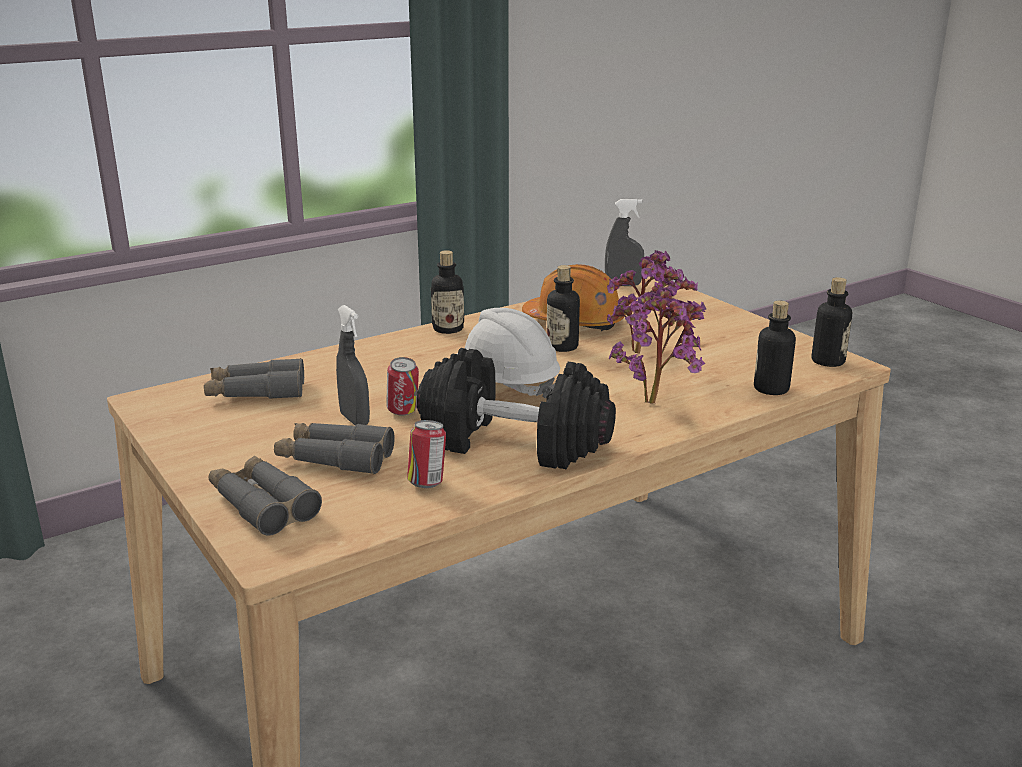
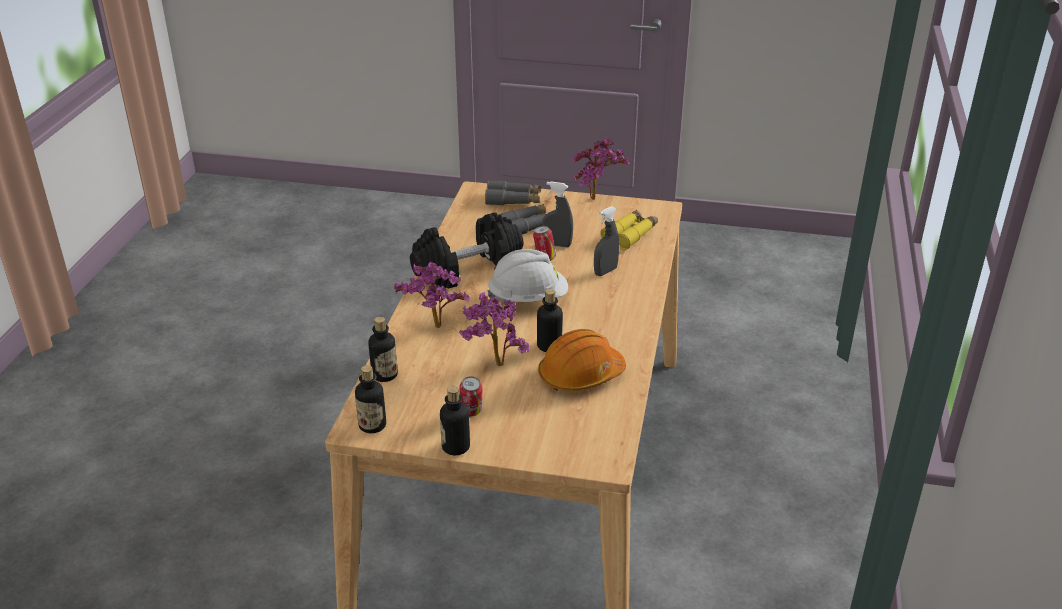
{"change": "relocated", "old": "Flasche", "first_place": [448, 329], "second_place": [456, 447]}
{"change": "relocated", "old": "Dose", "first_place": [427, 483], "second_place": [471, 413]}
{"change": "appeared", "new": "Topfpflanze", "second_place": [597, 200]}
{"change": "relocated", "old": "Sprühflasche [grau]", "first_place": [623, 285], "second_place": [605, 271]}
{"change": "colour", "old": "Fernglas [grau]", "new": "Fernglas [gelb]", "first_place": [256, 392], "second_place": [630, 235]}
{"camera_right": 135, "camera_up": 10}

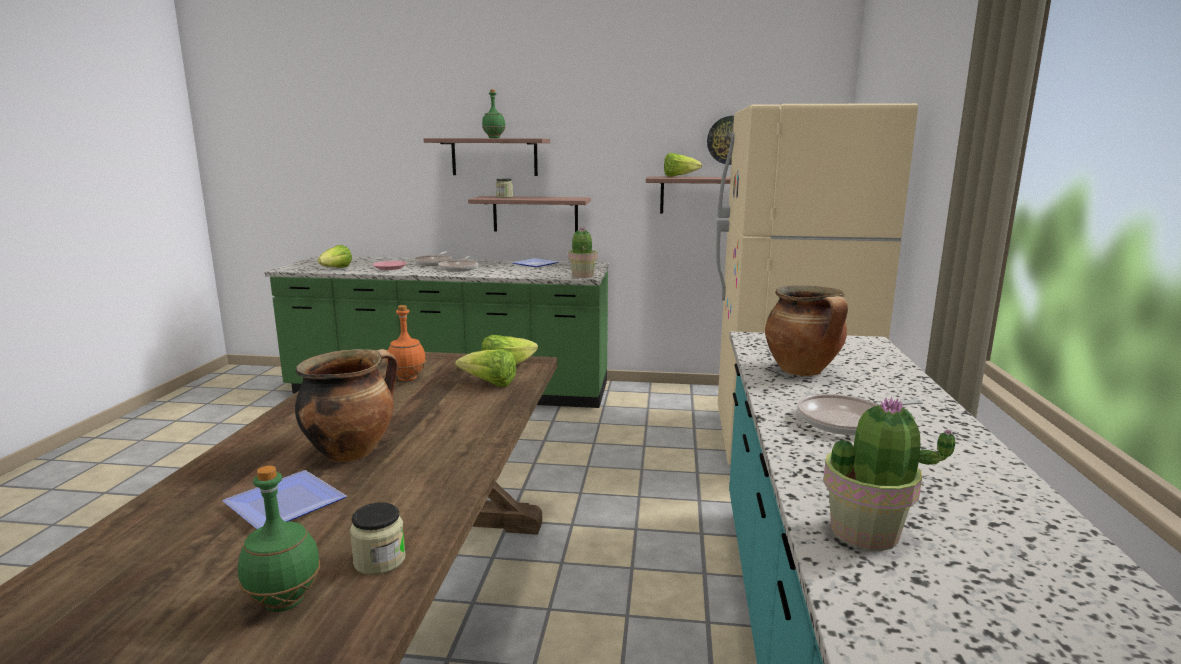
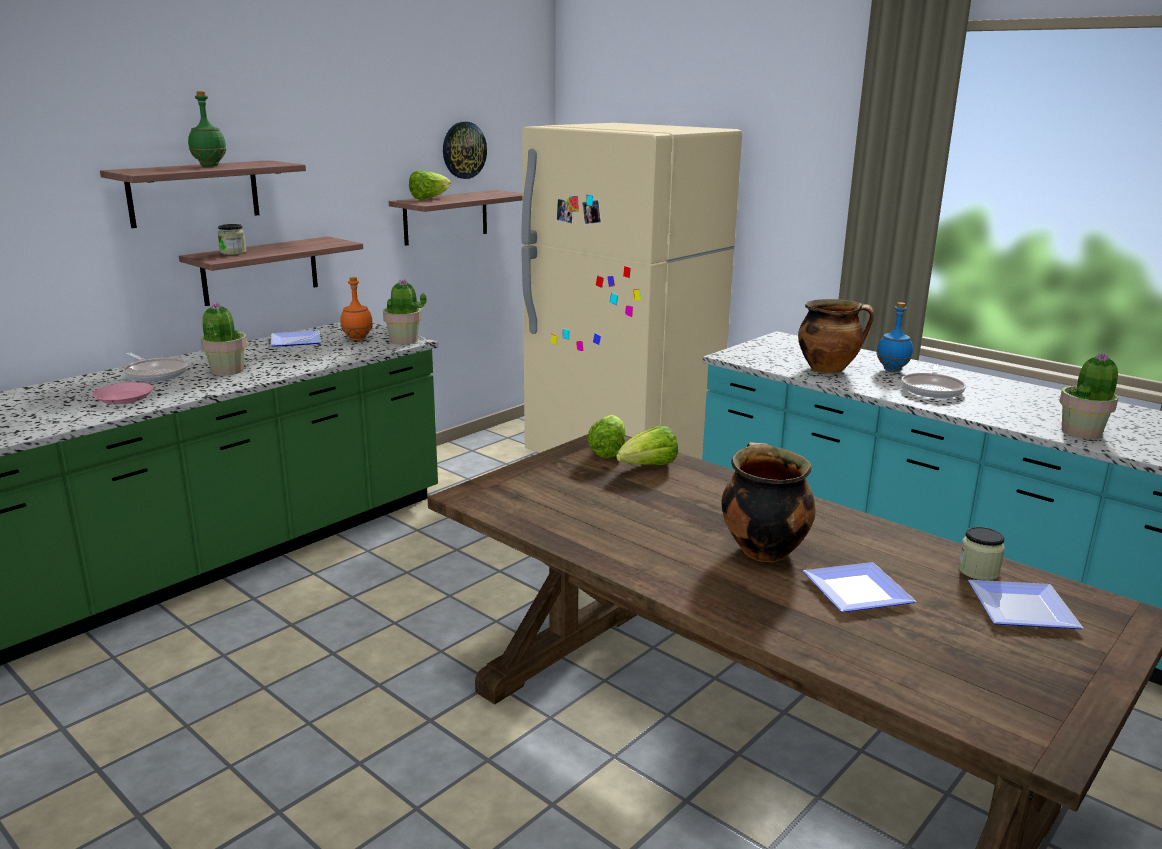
{"change": "exchanged", "old": "Pfanne", "new": "Topfpflanze", "first_place": [459, 268], "second_place": [227, 371]}
{"change": "relocated", "old": "Flasche [orange]", "first_place": [407, 378], "second_place": [357, 339]}
{"change": "appeared", "new": "Flasche [blau]", "second_place": [892, 370]}
{"change": "exchanged", "old": "Flasche [grün]", "new": "Teller", "first_place": [283, 602], "second_place": [1020, 610]}
{"change": "missing", "old": "Salatkopf", "first_place": [336, 269]}
{"camera_right": -55, "camera_up": 5}

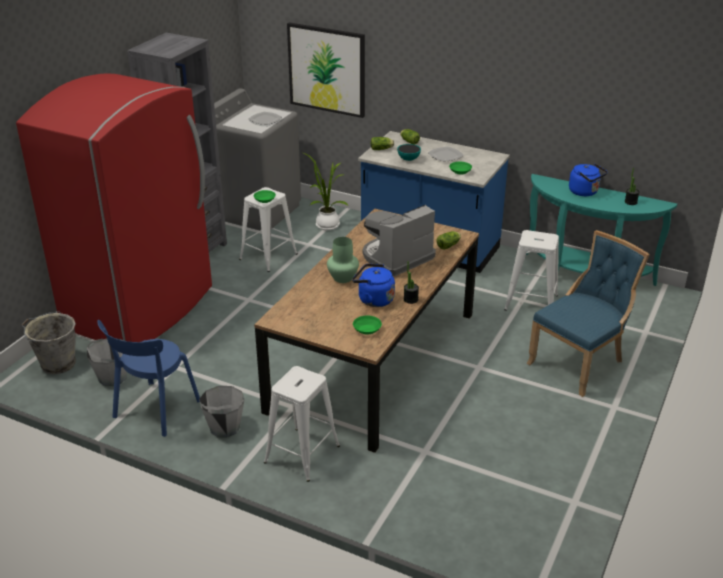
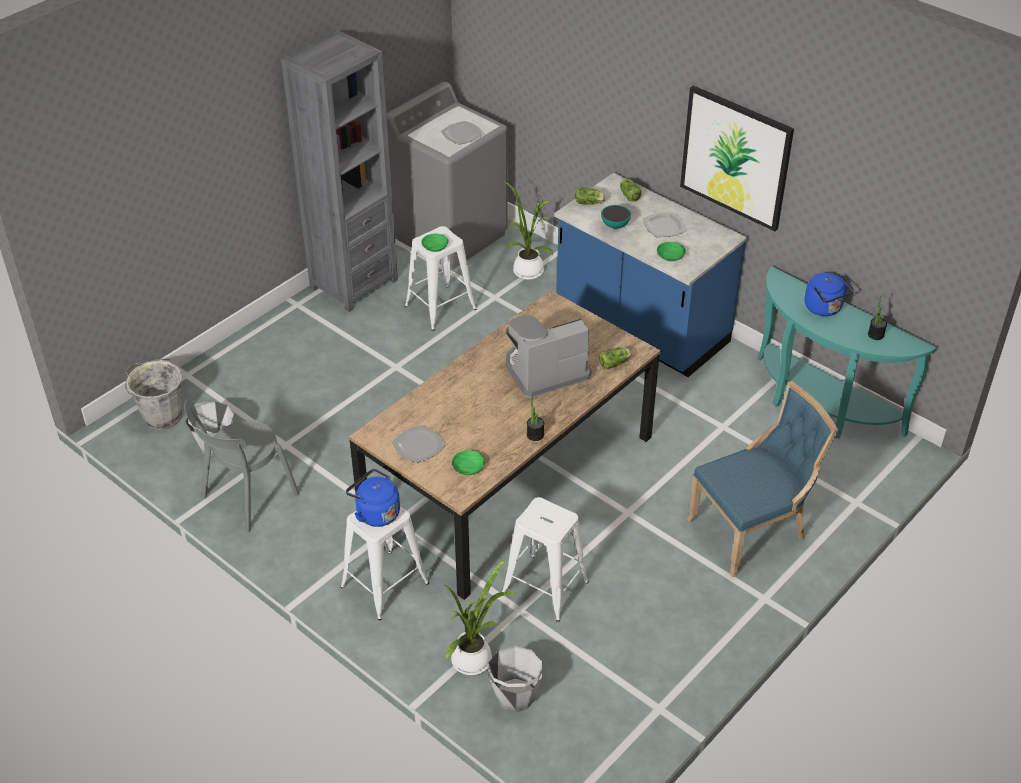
{"change": "colour", "old": "Stuhl [blau]", "new": "Stuhl [grau]", "first_place": [154, 411], "second_place": [246, 498]}
{"change": "relocated", "old": "Wasserkessel [blau]", "first_place": [373, 299], "second_place": [375, 513]}
{"change": "appeared", "new": "Teller", "second_place": [419, 445]}
{"change": "appeared", "new": "Topfpflanze", "second_place": [475, 659]}
{"change": "relocated", "old": "Eimer [grau]", "first_place": [224, 427], "second_place": [515, 696]}
{"change": "relocated", "old": "Hocker [weiß]", "first_place": [531, 303], "second_place": [545, 587]}
{"change": "relocated", "old": "Bild", "first_place": [327, 69], "second_place": [736, 157]}
{"change": "missing", "old": "Kühlschrank [rot]", "first_place": [141, 308]}
{"change": "missing", "old": "Vase [grün]", "first_place": [342, 278]}
{"camera_right": 15, "camera_up": 10}

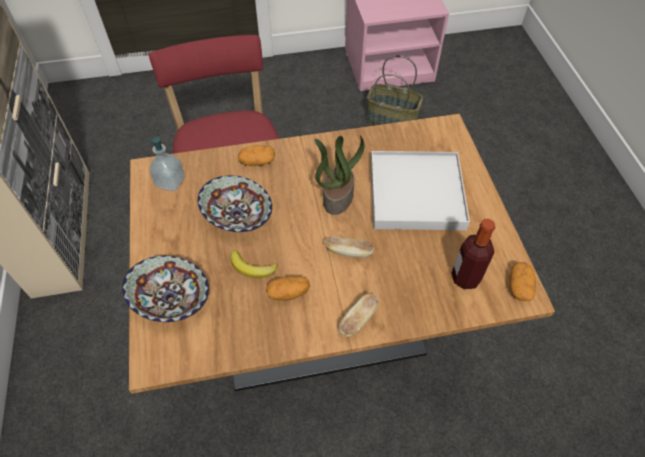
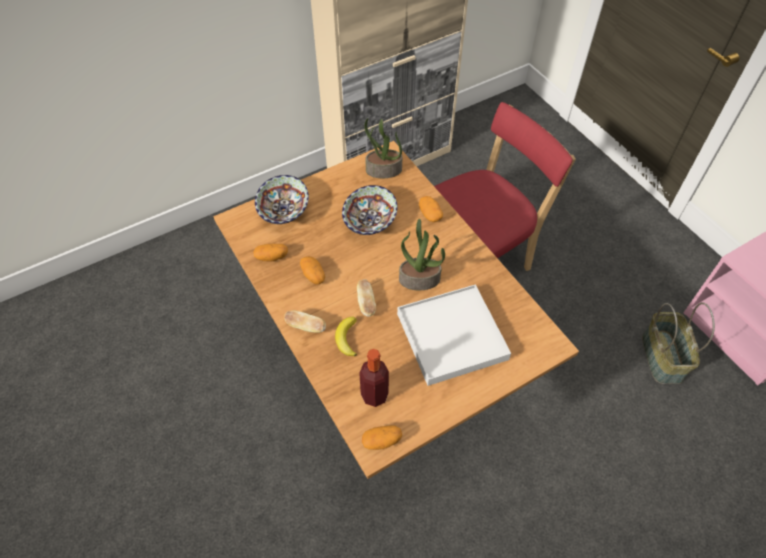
{"change": "appeared", "new": "Kartoffel", "second_place": [272, 257]}
{"change": "relocated", "old": "Banane", "first_place": [252, 267], "second_place": [346, 338]}
{"change": "exchanged", "old": "Seifenspender", "new": "Topfpflanze", "first_place": [170, 182], "second_place": [383, 170]}
{"camera_right": 70, "camera_up": 0}

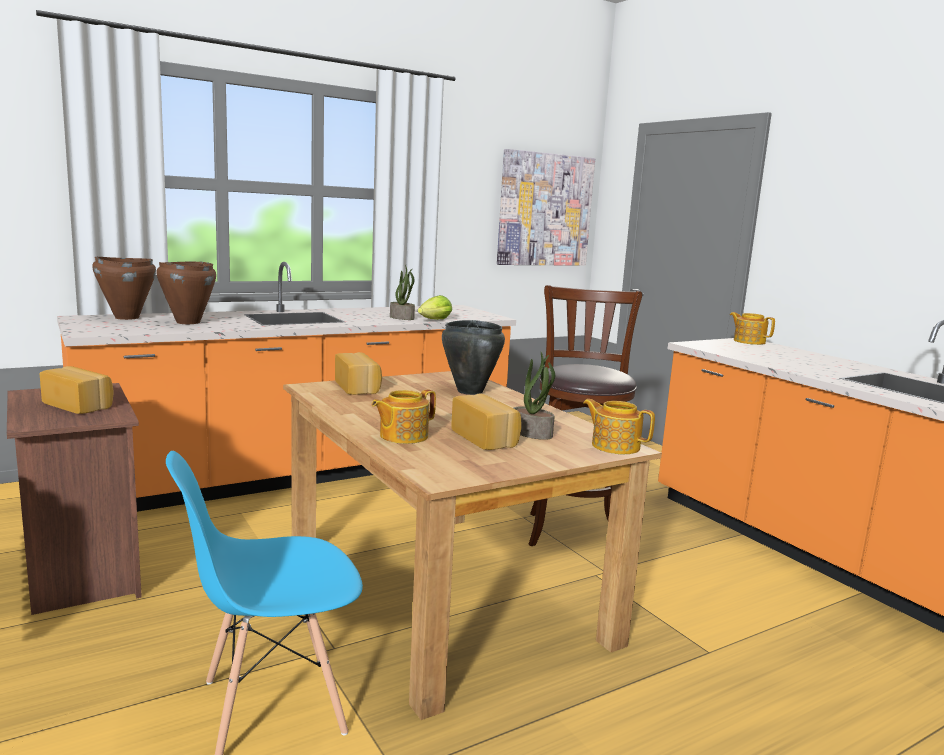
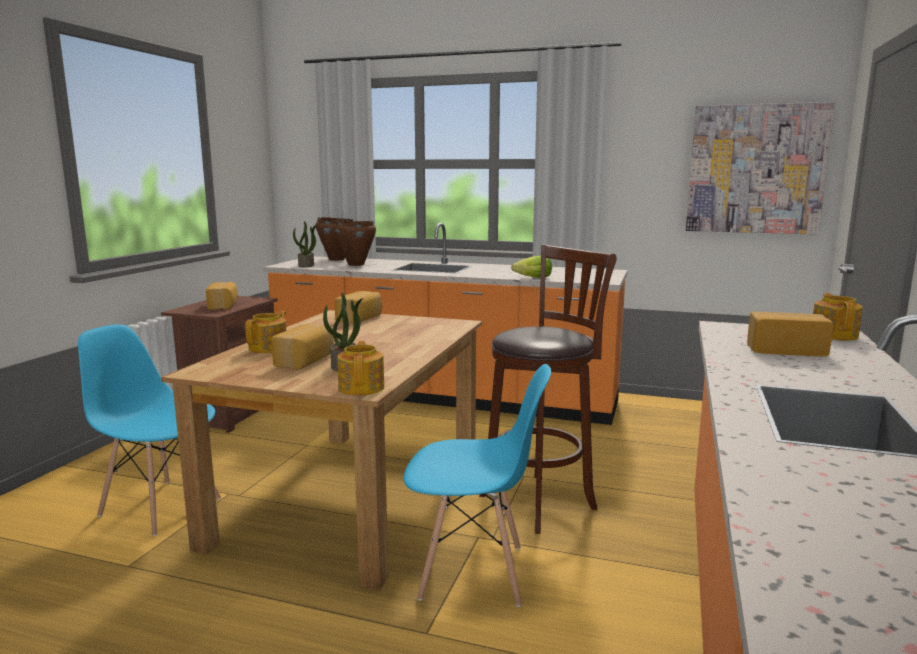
{"change": "spun", "old": "Teekanne", "first_place": [402, 436], "second_place": [269, 348], "degrees": 105}
{"change": "relocated", "old": "Topfpflanze", "first_place": [402, 318], "second_place": [306, 265]}
{"change": "appeared", "new": "Stuhl [blau]", "second_place": [473, 573]}
{"change": "appeared", "new": "Brot", "second_place": [785, 350]}
{"change": "missing", "old": "Kochtopf [schwarz]", "first_place": [469, 391]}
{"camera_right": 50, "camera_up": 0}

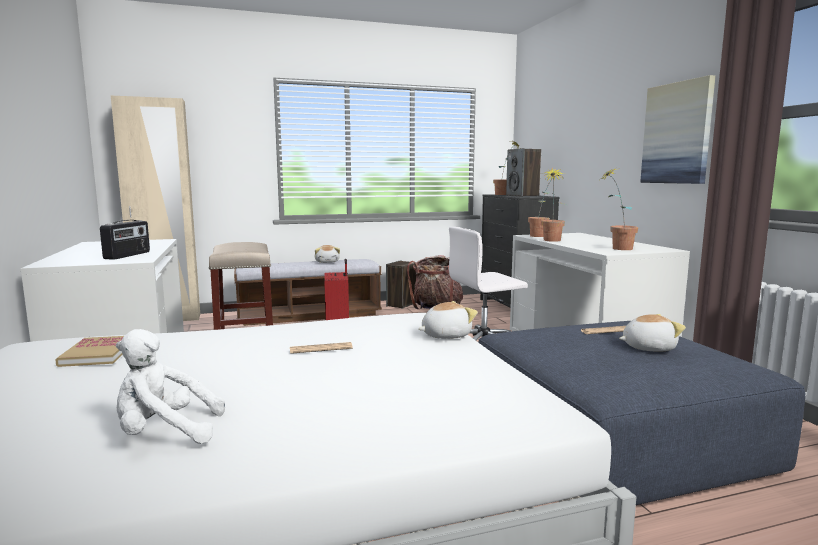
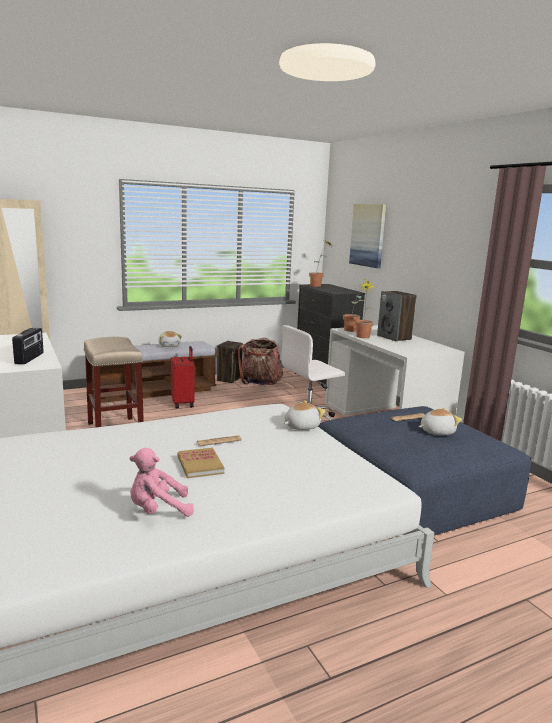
{"change": "colour", "old": "Plüschtier [weiß]", "new": "Plüschtier [rosa]", "first_place": [165, 433], "second_place": [158, 510]}
{"change": "relocated", "old": "Buch", "first_place": [98, 354], "second_place": [200, 465]}
{"change": "relocated", "old": "Bild", "first_place": [677, 133], "second_place": [368, 235]}
{"change": "relocated", "old": "Lautsprecher", "first_place": [522, 195], "second_place": [394, 337]}
{"change": "missing", "old": "Topfpflanze", "first_place": [616, 249]}
{"camera_right": -10, "camera_up": 5}

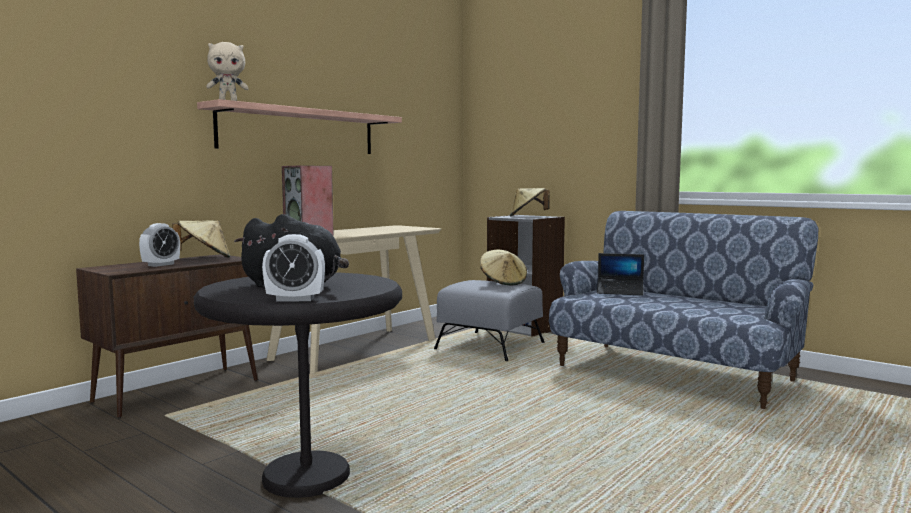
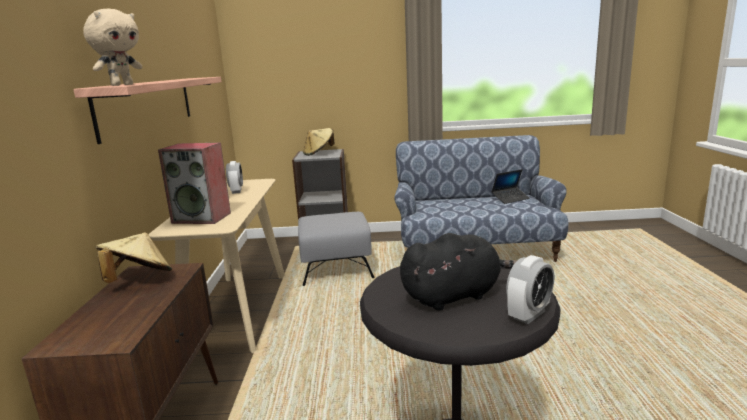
{"change": "relocated", "old": "Wecker", "first_place": [161, 265], "second_place": [236, 191]}
{"change": "relocated", "old": "Laptop", "first_place": [620, 292], "second_place": [510, 199]}
{"change": "missing", "old": "Hut [beige]", "first_place": [503, 282]}
{"camera_right": -40, "camera_up": 10}

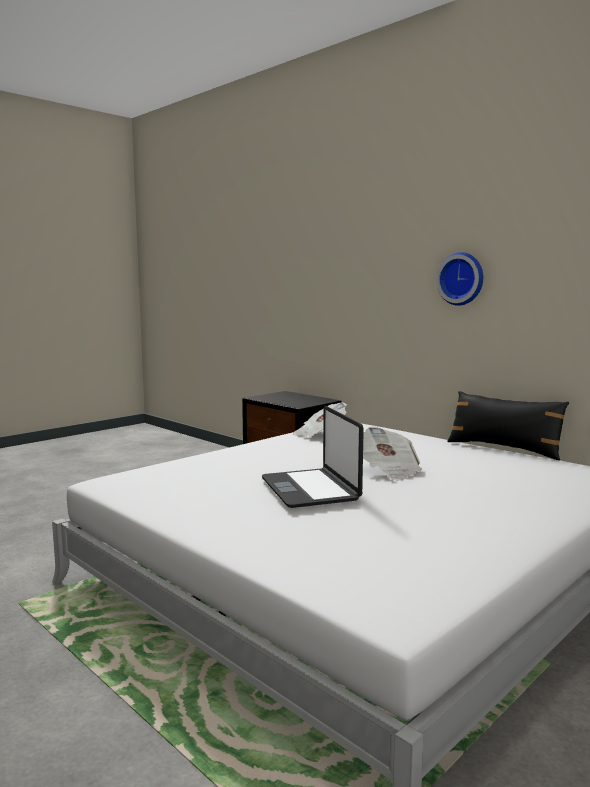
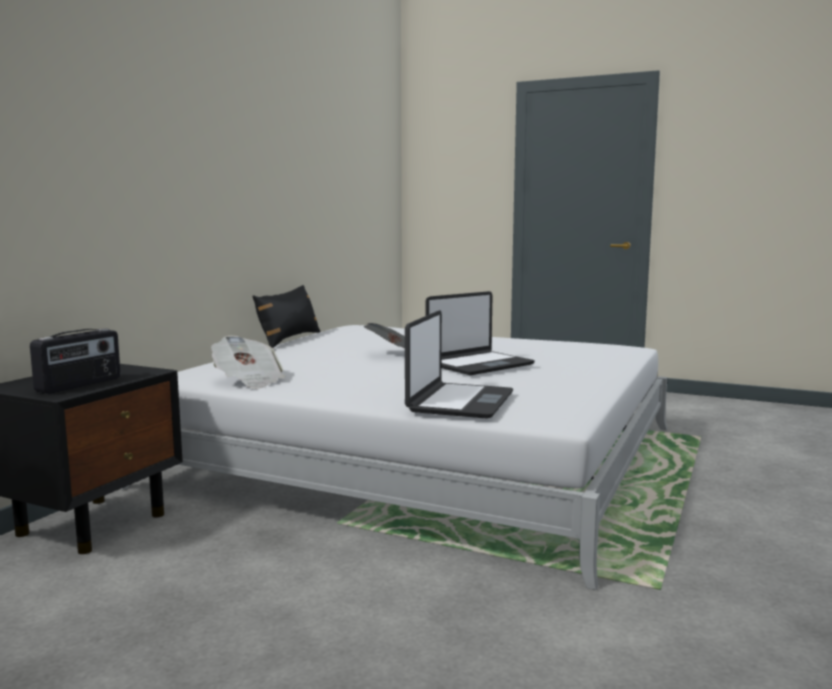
{"change": "appeared", "new": "Radio", "second_place": [80, 385]}
{"change": "appeared", "new": "Laptop", "second_place": [459, 402]}
{"change": "missing", "old": "Wanduhr", "first_place": [461, 279]}
{"camera_right": -110, "camera_up": 0}

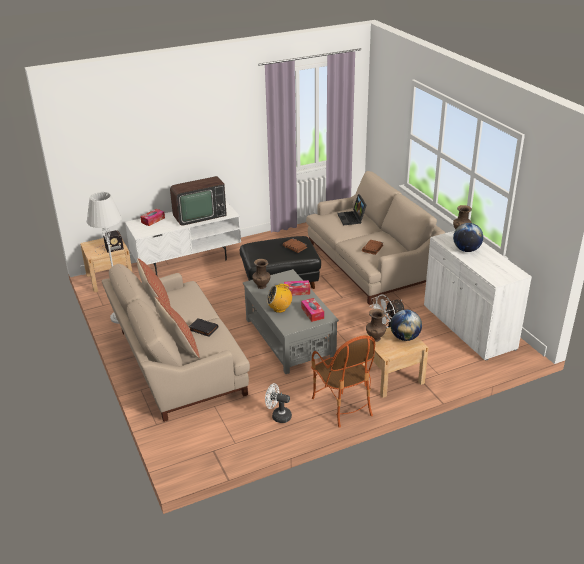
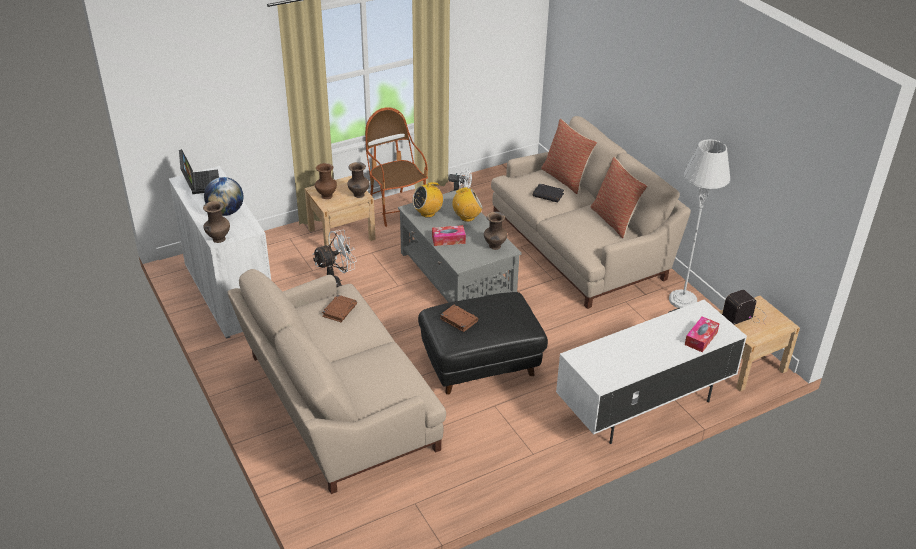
{"change": "relocated", "old": "Laptop", "first_place": [352, 218], "second_place": [200, 182]}
{"change": "exchanged", "old": "Globus", "new": "Vase [braun]", "first_place": [405, 337], "second_place": [326, 196]}
{"change": "exchanged", "old": "Taschentuchbox", "new": "Radio", "first_place": [312, 313], "second_place": [428, 213]}
{"change": "missing", "old": "Fernseher", "first_place": [198, 215]}
{"camera_right": 175, "camera_up": 5}

